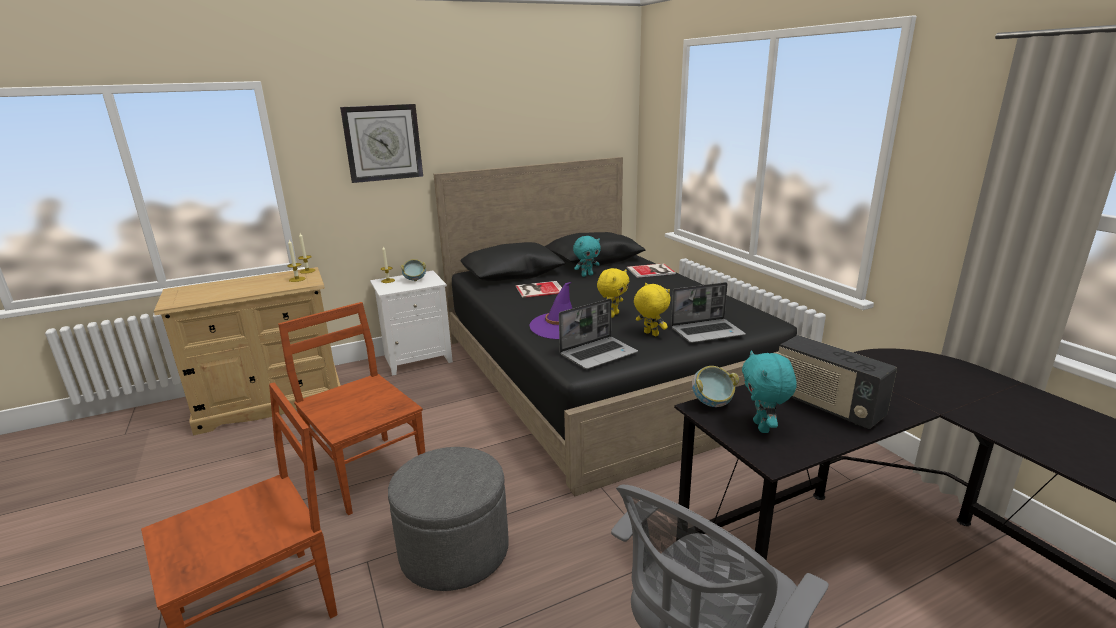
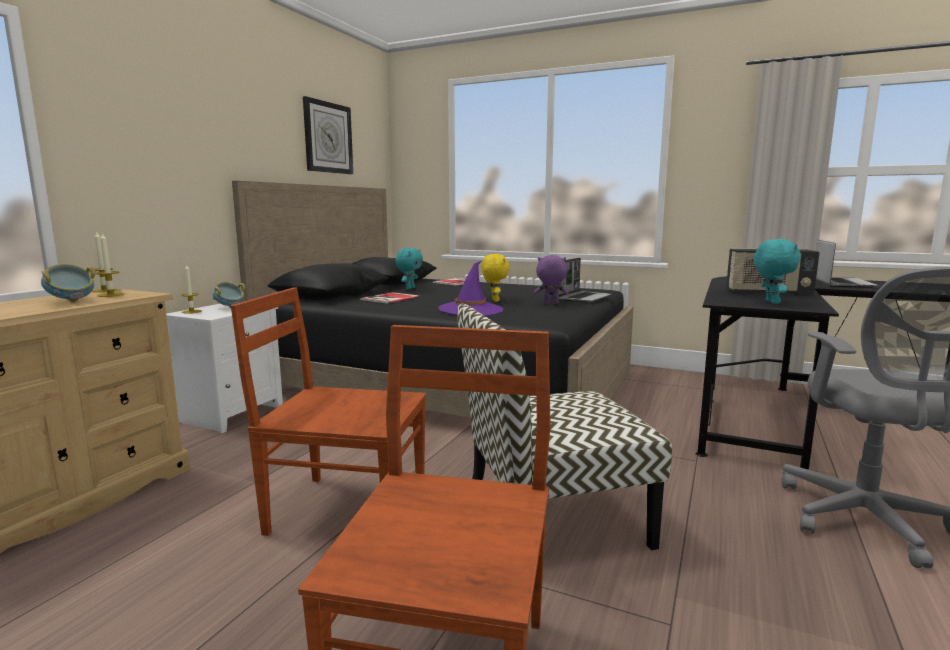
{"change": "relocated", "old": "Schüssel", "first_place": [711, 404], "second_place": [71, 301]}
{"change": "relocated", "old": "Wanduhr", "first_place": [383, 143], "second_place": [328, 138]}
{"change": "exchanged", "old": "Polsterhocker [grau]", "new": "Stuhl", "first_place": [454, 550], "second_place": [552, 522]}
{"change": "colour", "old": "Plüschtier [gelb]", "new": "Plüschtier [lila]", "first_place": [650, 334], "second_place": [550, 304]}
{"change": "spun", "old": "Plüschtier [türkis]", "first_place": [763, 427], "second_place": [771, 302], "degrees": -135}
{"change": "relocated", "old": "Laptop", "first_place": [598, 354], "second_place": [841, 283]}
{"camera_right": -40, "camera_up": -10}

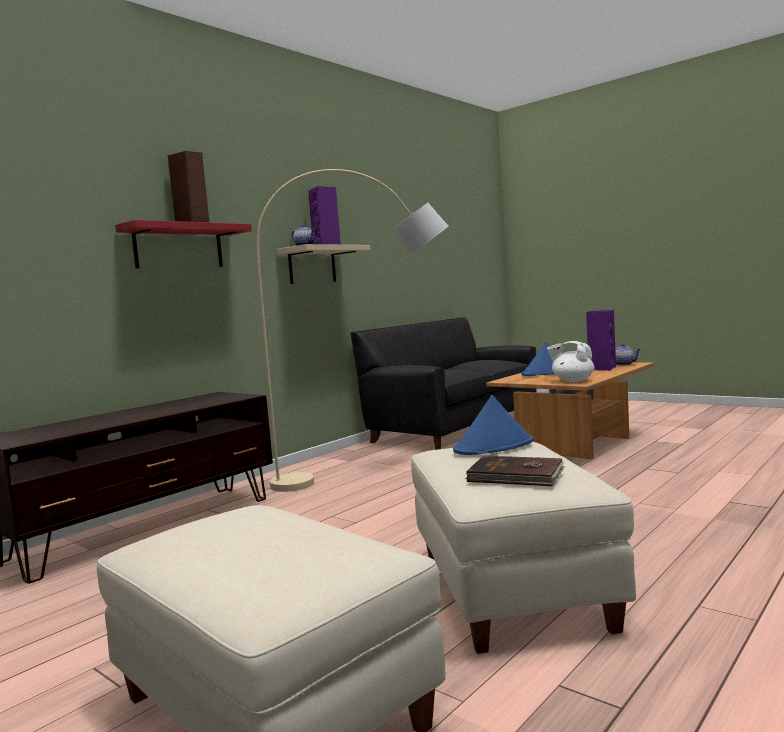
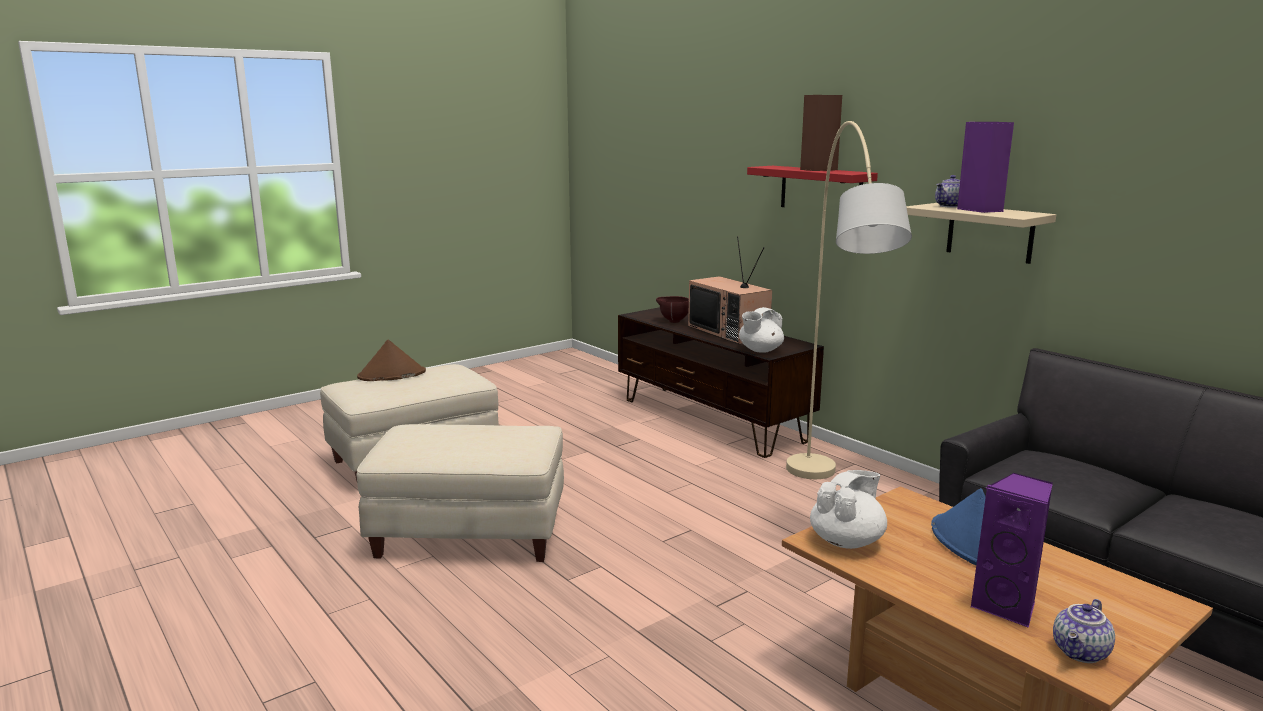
{"change": "appeared", "new": "Hut [braun]", "second_place": [391, 375]}
{"change": "appeared", "new": "Schüssel [braun]", "second_place": [672, 321]}
{"change": "appeared", "new": "Fernseher", "second_place": [730, 332]}
{"change": "appeared", "new": "Teekanne [weiß]", "second_place": [760, 350]}
{"change": "missing", "old": "Hut [blau]", "first_place": [494, 446]}
{"change": "missing", "old": "Buch [braun]", "first_place": [516, 476]}
{"camera_right": 100, "camera_up": 10}

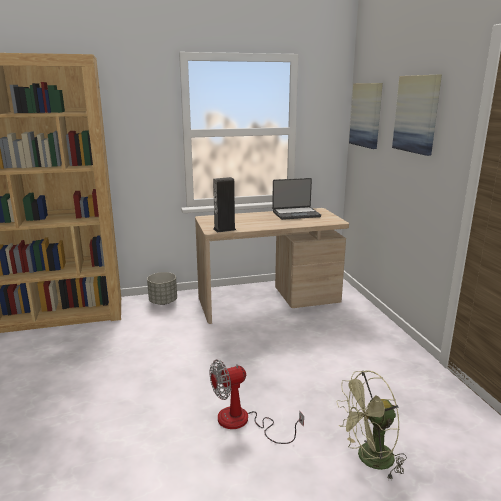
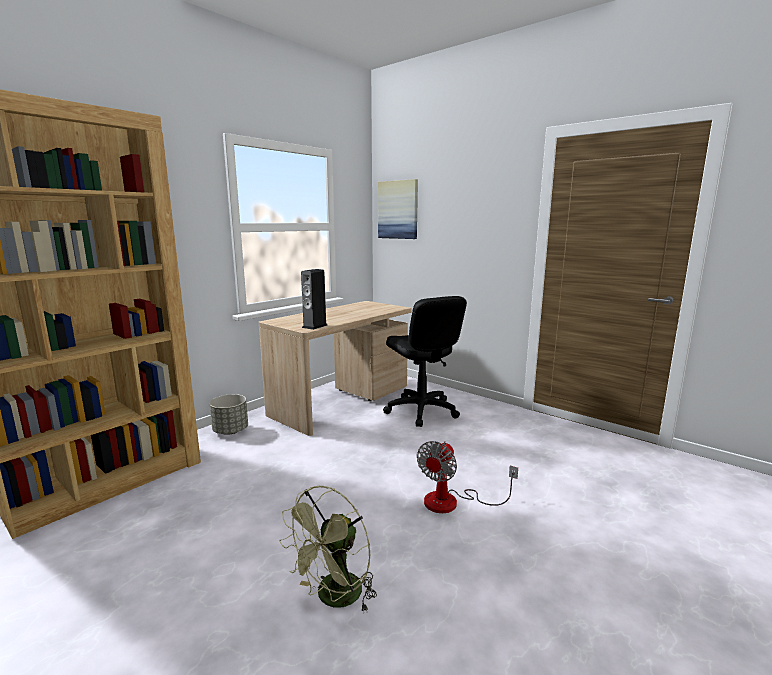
{"change": "relocated", "old": "Ventilator [grün]", "first_place": [369, 460], "second_place": [334, 598]}
{"change": "appeared", "new": "Bürostuhl [schwarz]", "second_place": [421, 410]}
{"change": "missing", "old": "Laptop", "first_place": [296, 214]}
{"change": "missing", "old": "Bild", "first_place": [417, 114]}
{"camera_right": -35, "camera_up": -5}

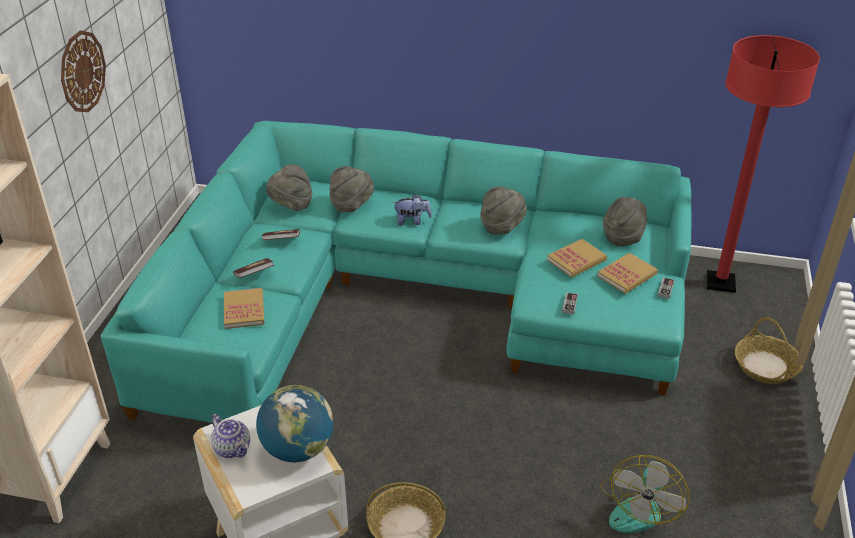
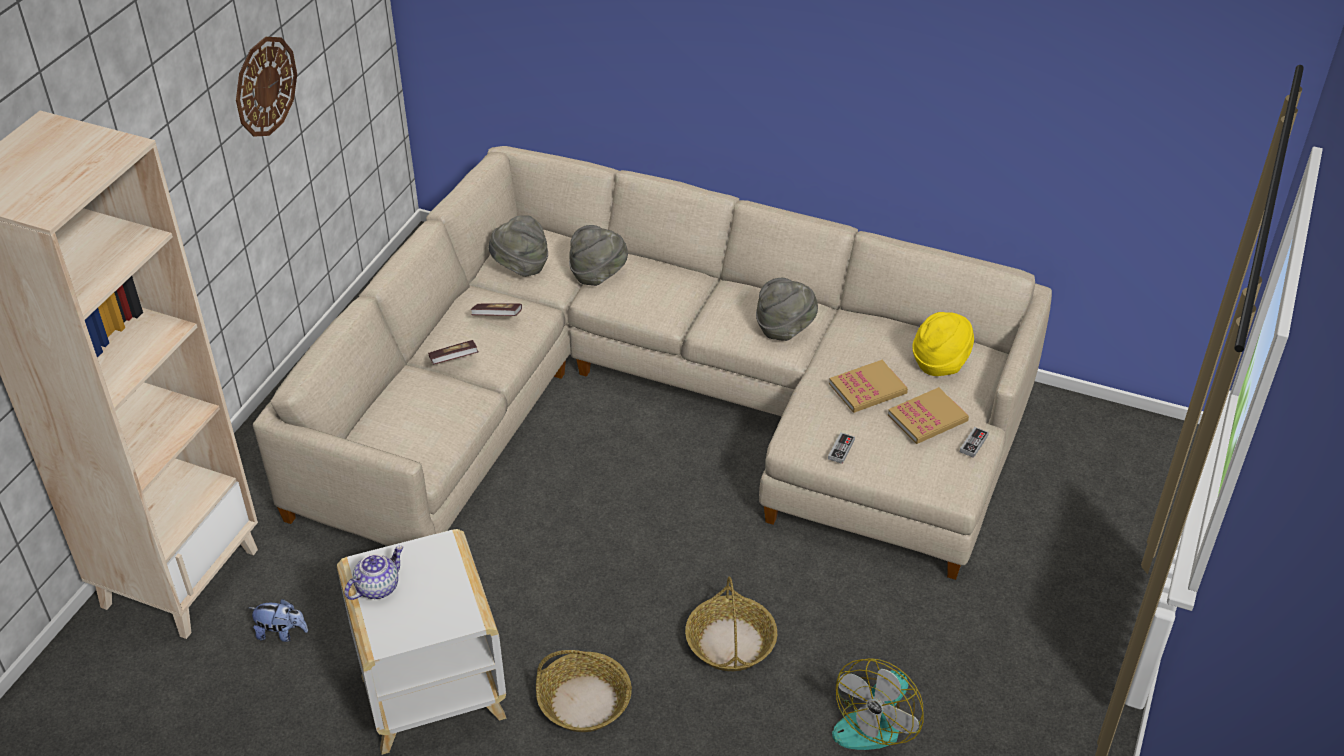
{"change": "relocated", "old": "Plüschtier", "first_place": [412, 221], "second_place": [282, 633]}
{"change": "colour", "old": "Sofa [türkis]", "new": "Sofa [beige]", "first_place": [411, 298], "second_place": [663, 404]}
{"change": "spun", "old": "Teekanne", "first_place": [233, 448], "second_place": [377, 587], "degrees": -105}
{"change": "relocated", "old": "Korb", "first_place": [765, 366], "second_place": [730, 642]}
{"change": "colour", "old": "Hut [grau]", "new": "Hut [gelb]", "first_place": [623, 236], "second_place": [940, 362]}
{"change": "missing", "old": "Buch", "first_place": [244, 310]}
{"change": "missing", "old": "Globus", "first_place": [298, 449]}
{"change": "missing", "old": "Stehlampe [rot]", "first_place": [720, 283]}
{"camera_right": 10, "camera_up": 5}

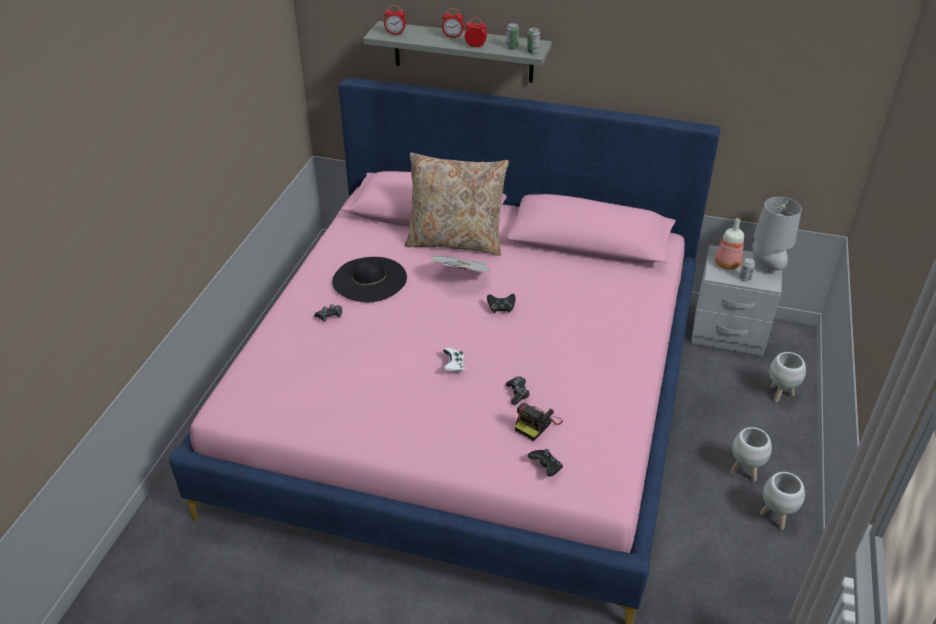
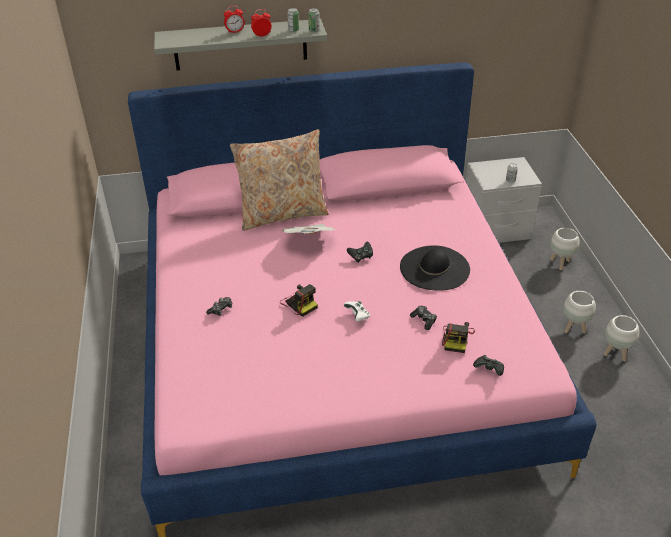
{"change": "appeared", "new": "Kamera", "second_place": [299, 303]}
{"change": "relocated", "old": "Hut [schwarz]", "first_place": [369, 279], "second_place": [434, 268]}
{"change": "missing", "old": "Wecker", "first_place": [395, 33]}
{"change": "missing", "old": "Flasche", "first_place": [726, 264]}
{"change": "missing", "old": "Tischlampe [grau]", "first_place": [767, 266]}
{"camera_right": -25, "camera_up": 0}

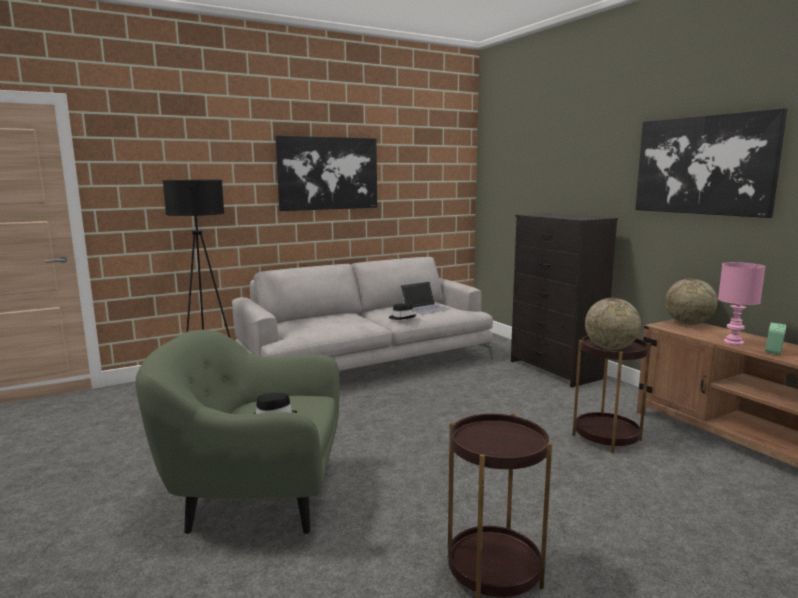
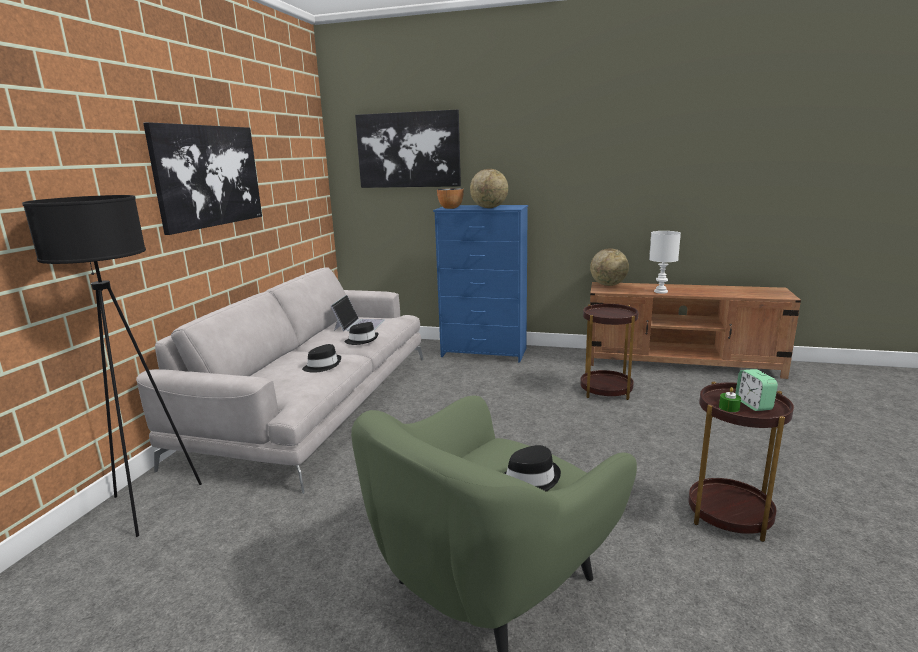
{"change": "appeared", "new": "Hut [schwarz]", "second_place": [322, 366]}
{"change": "relocated", "old": "Bild", "first_place": [703, 165], "second_place": [408, 150]}
{"change": "colour", "old": "Kommode [schwarz]", "new": "Kommode [blau]", "first_place": [555, 370], "second_place": [484, 353]}
{"change": "appeared", "new": "Schüssel", "second_place": [450, 208]}
{"change": "relocated", "old": "Globus", "first_place": [610, 348], "second_place": [489, 208]}
{"change": "colour", "old": "Tischlampe [rosa]", "new": "Tischlampe [weiß]", "first_place": [732, 343], "second_place": [660, 292]}
{"change": "appeared", "new": "Kerze [grün]", "second_place": [729, 408]}
{"change": "relocated", "old": "Wecker", "first_place": [773, 351], "second_place": [753, 405]}
{"camera_right": -45, "camera_up": 5}

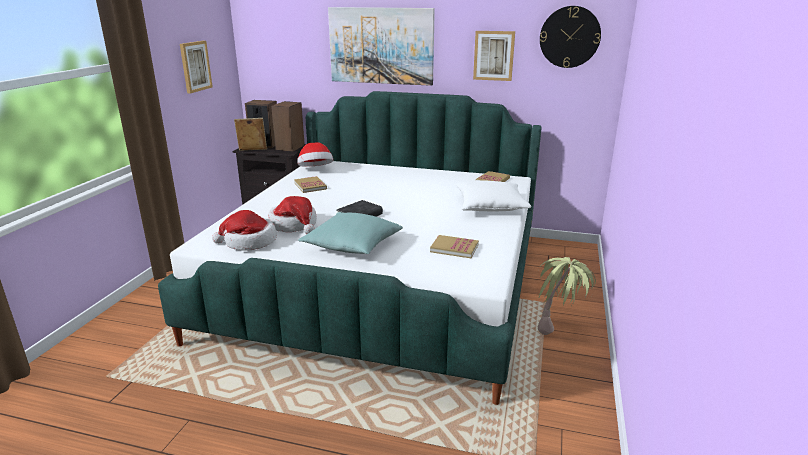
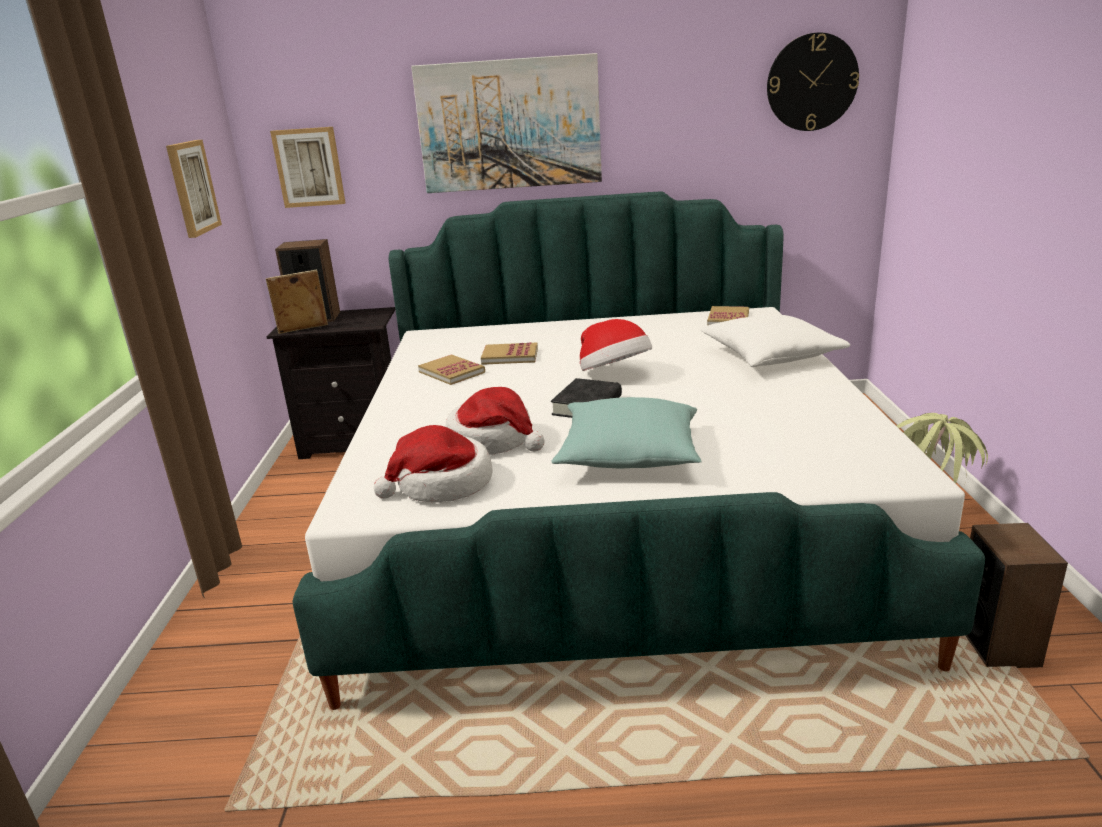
{"change": "relocated", "old": "Bild", "first_place": [494, 55], "second_place": [309, 167]}
{"change": "relocated", "old": "Buch", "first_place": [454, 248], "second_place": [510, 356]}
{"change": "relocated", "old": "Hut", "first_place": [315, 170], "second_place": [614, 374]}
{"change": "relocated", "old": "Lautsprecher", "first_place": [290, 147], "second_place": [997, 644]}
{"camera_right": -15, "camera_up": 0}

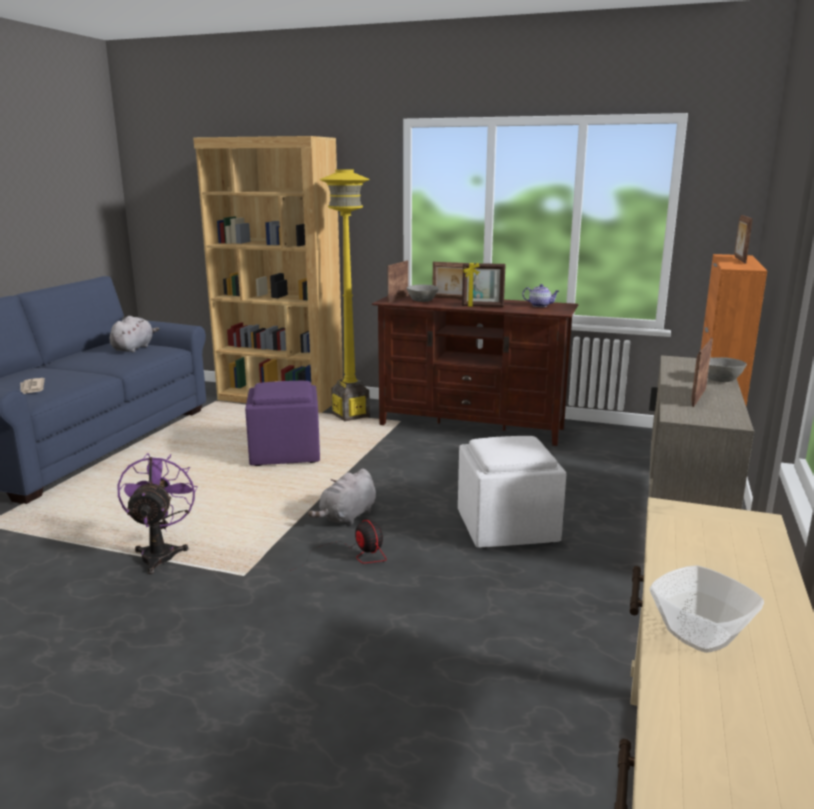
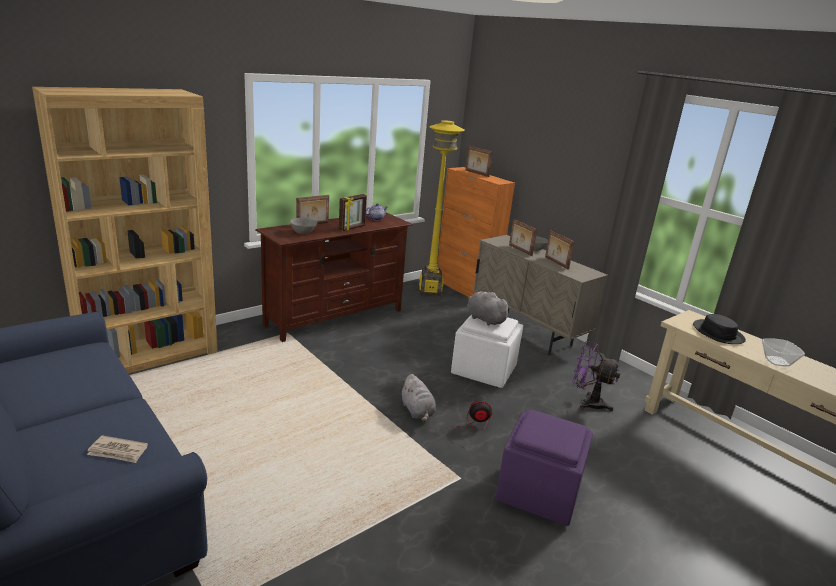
{"change": "relocated", "old": "Stehlampe [gelb]", "first_place": [351, 415], "second_place": [430, 291]}
{"change": "relocated", "old": "Plüschtier [grau]", "first_place": [134, 348], "second_place": [484, 319]}
{"change": "relocated", "old": "Polsterhocker [lila]", "first_place": [286, 453], "second_place": [539, 492]}
{"change": "relocated", "old": "Bilderrahmen", "first_place": [397, 299], "second_place": [520, 250]}
{"change": "relocated", "old": "Ventilator [lila]", "first_place": [161, 553], "second_place": [587, 402]}
{"change": "appeared", "new": "Hut [schwarz]", "second_place": [718, 333]}
{"camera_right": -60, "camera_up": 5}

